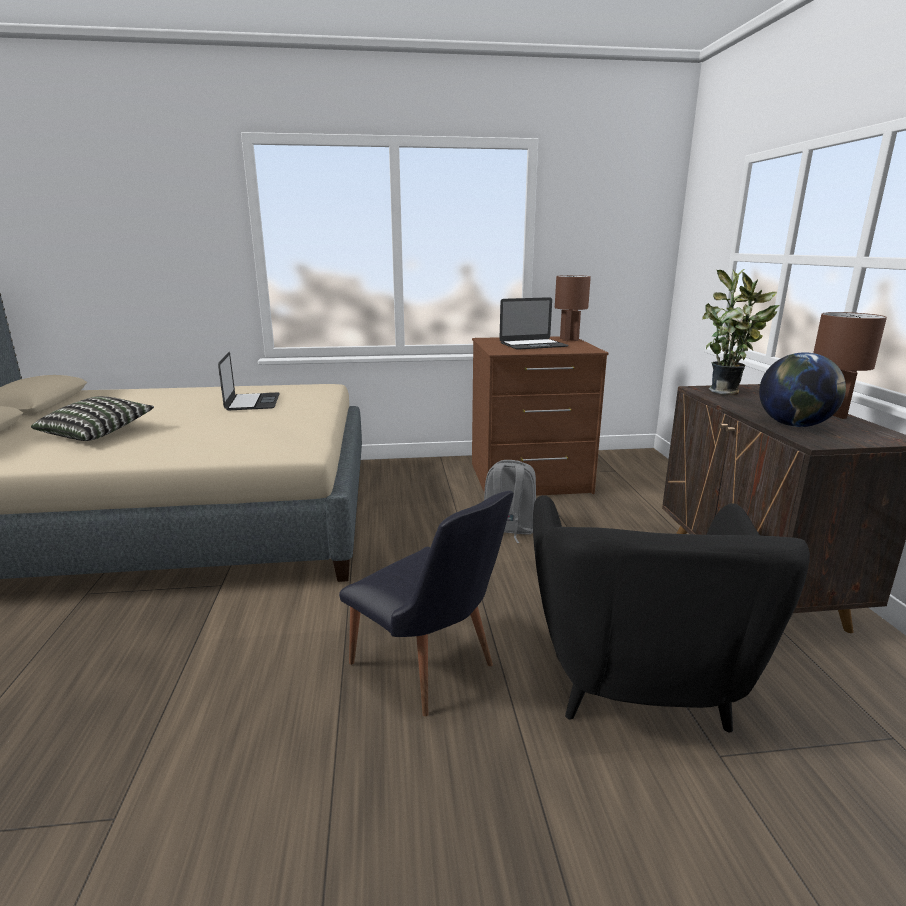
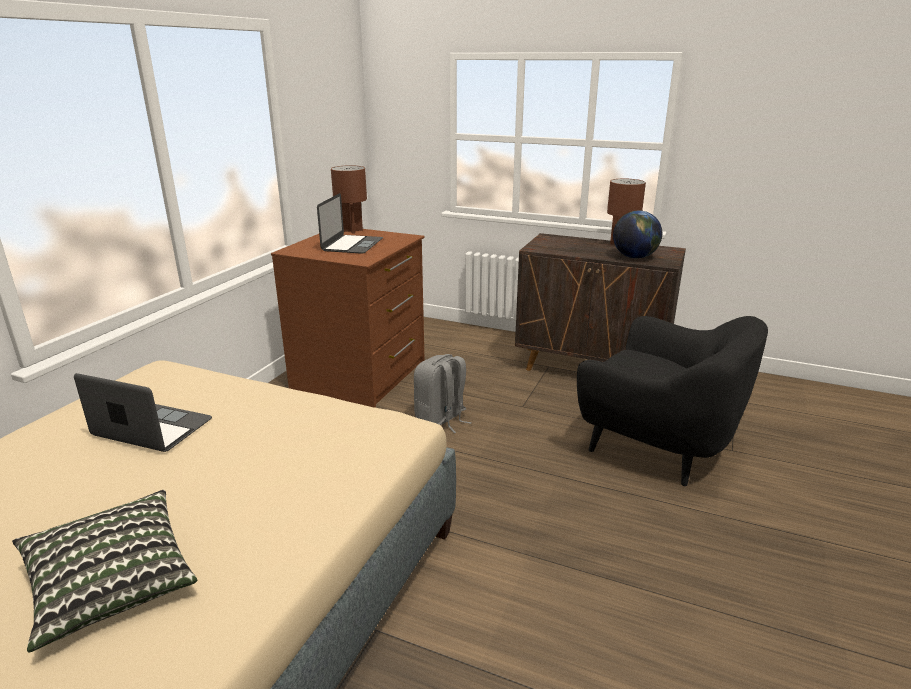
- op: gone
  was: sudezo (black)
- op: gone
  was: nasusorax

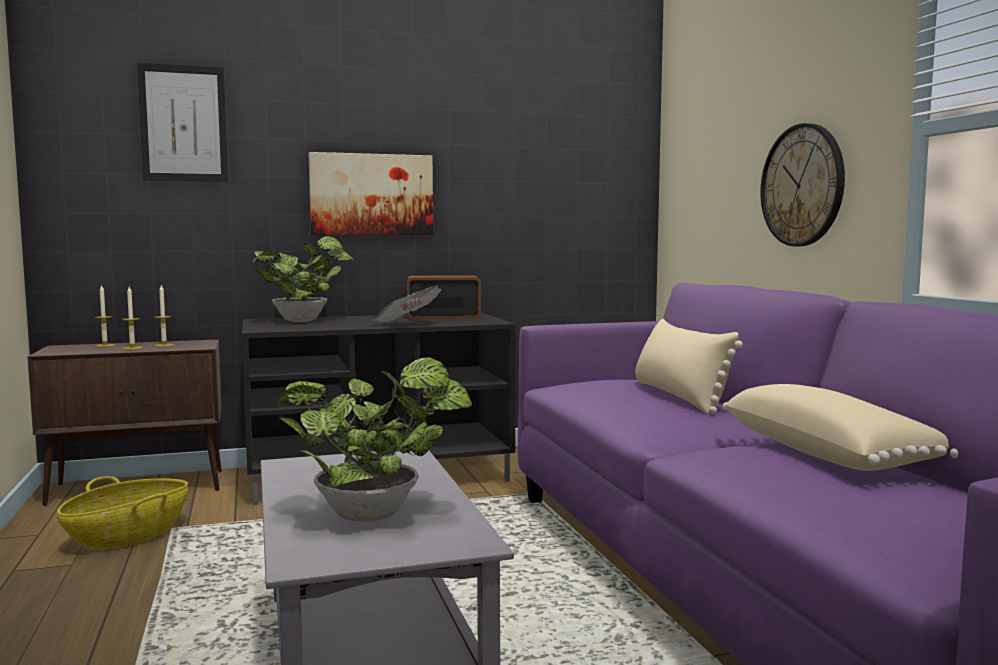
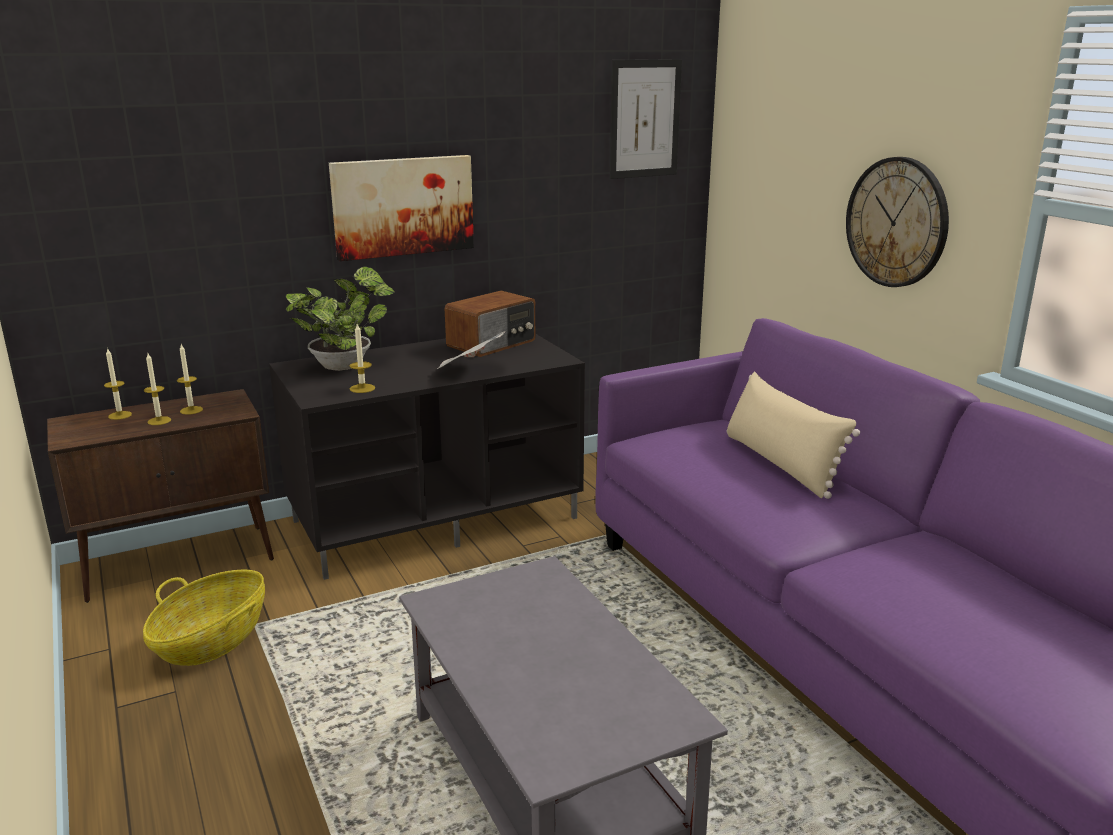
- op: new
  now: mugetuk (no. 4 from left)
- op: rotated
  was: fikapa
  clockwise: 150
- op: shifted
  was: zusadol (no. 1 from left in the first image)
  now: zusadol (no. 2 from left)
- op: gone
  was: nasusorax (no. 2 from left)
- op: gone
  was: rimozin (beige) (no. 2 from left)

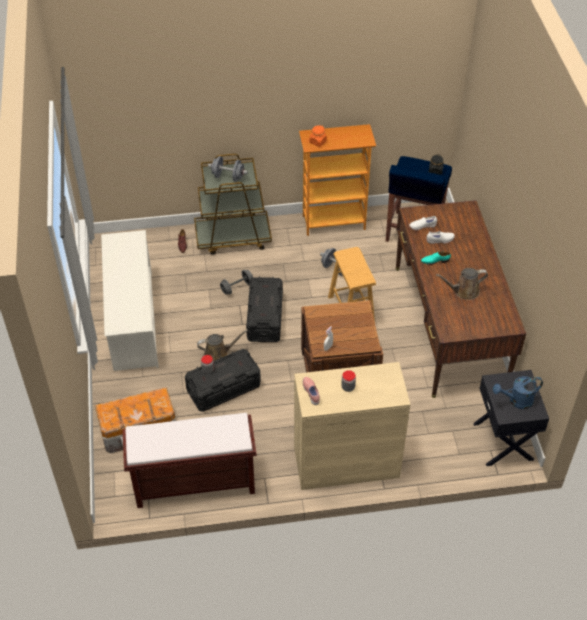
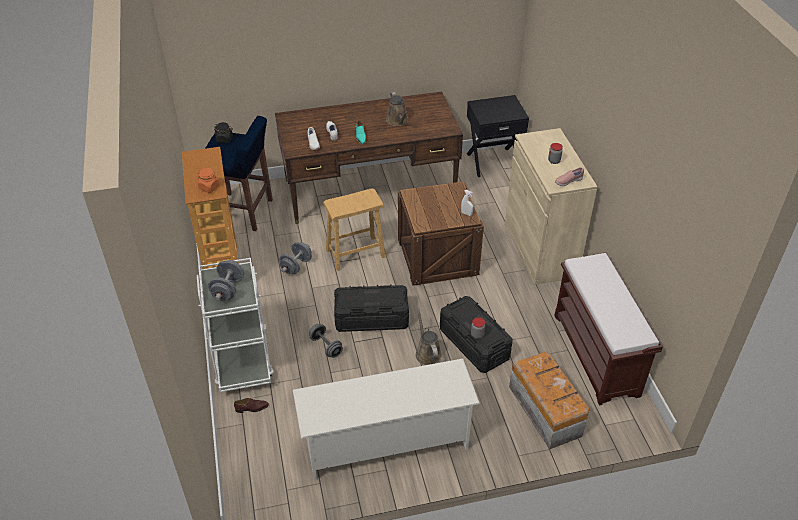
- op: repainted
  was: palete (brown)
  now: palete (white)
- op: gone
  was: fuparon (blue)

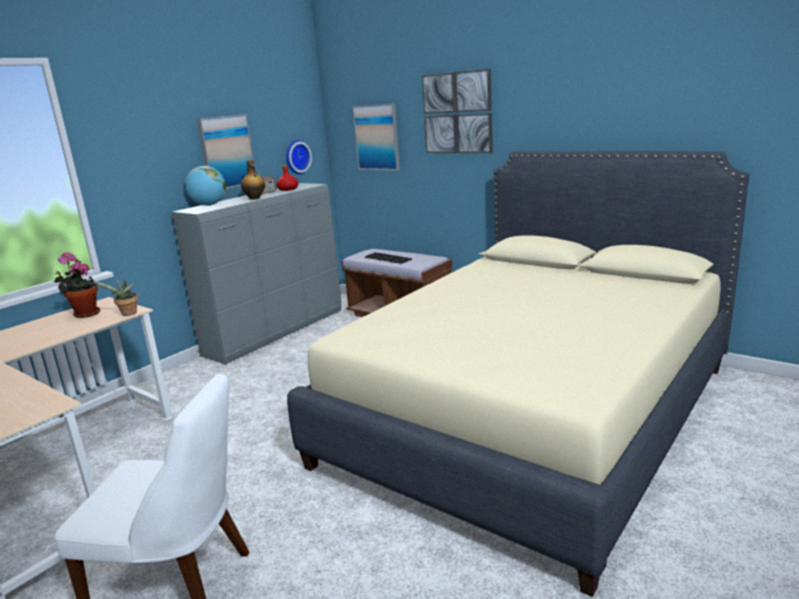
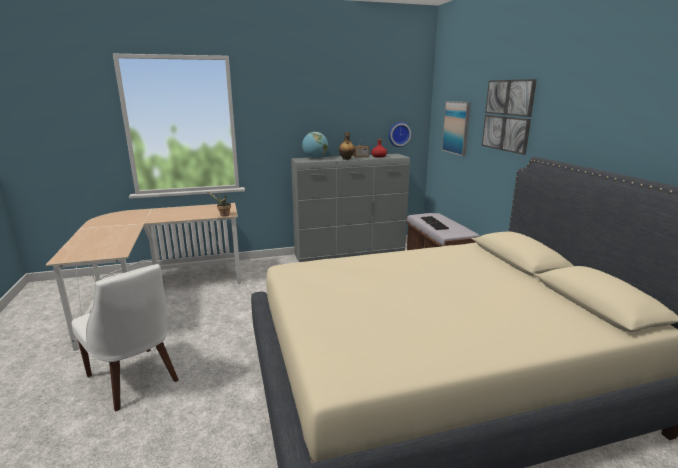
- op: gone
  was: nasusorax (no. 1 from left)
- op: gone
  was: zusadol (no. 1 from left)

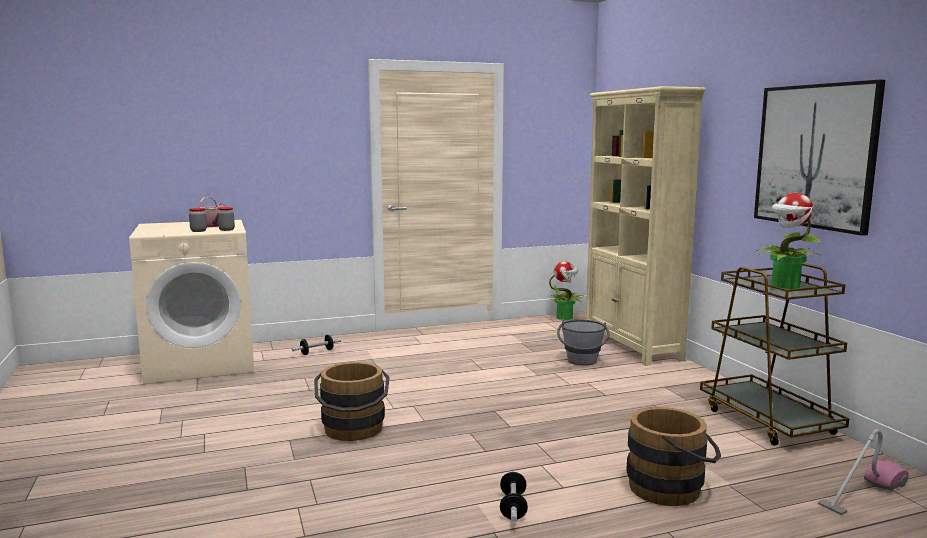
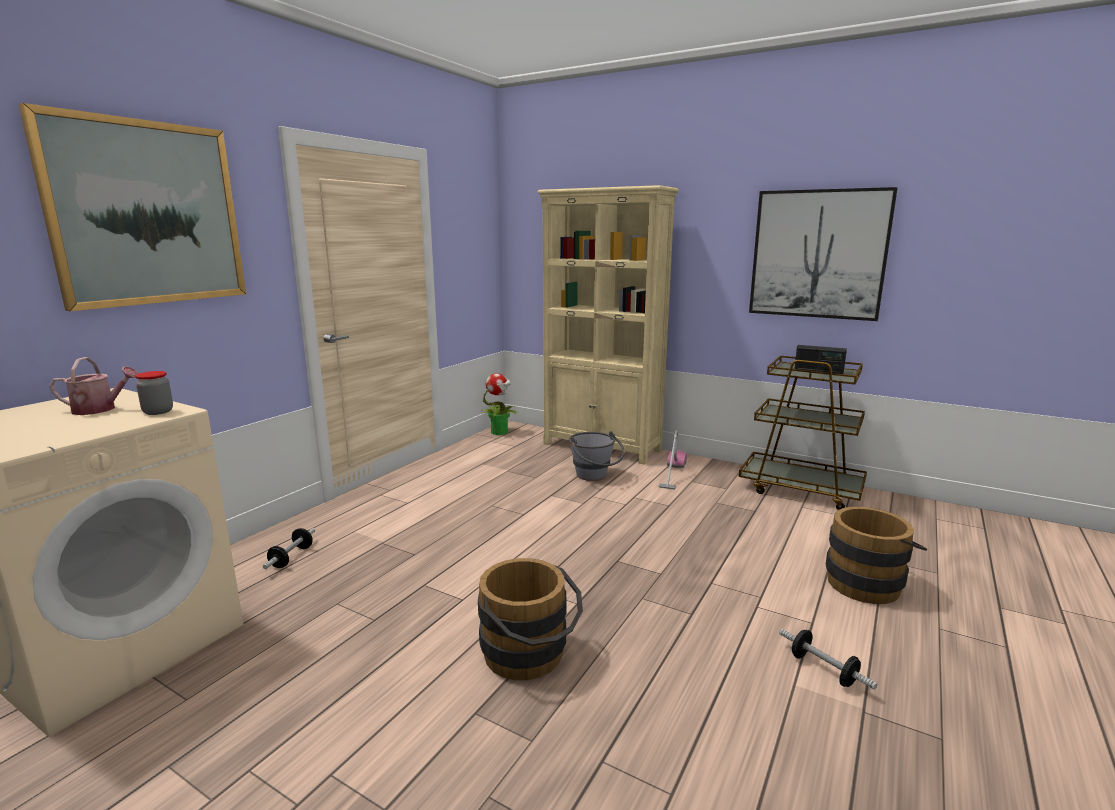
- op: new
  now: zusadol (no. 1 from left)
- op: shifted
  was: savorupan
- op: swapped
  was: nasusorax (no. 2 from left)
  now: fikapa
- op: gone
  was: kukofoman (no. 1 from left)

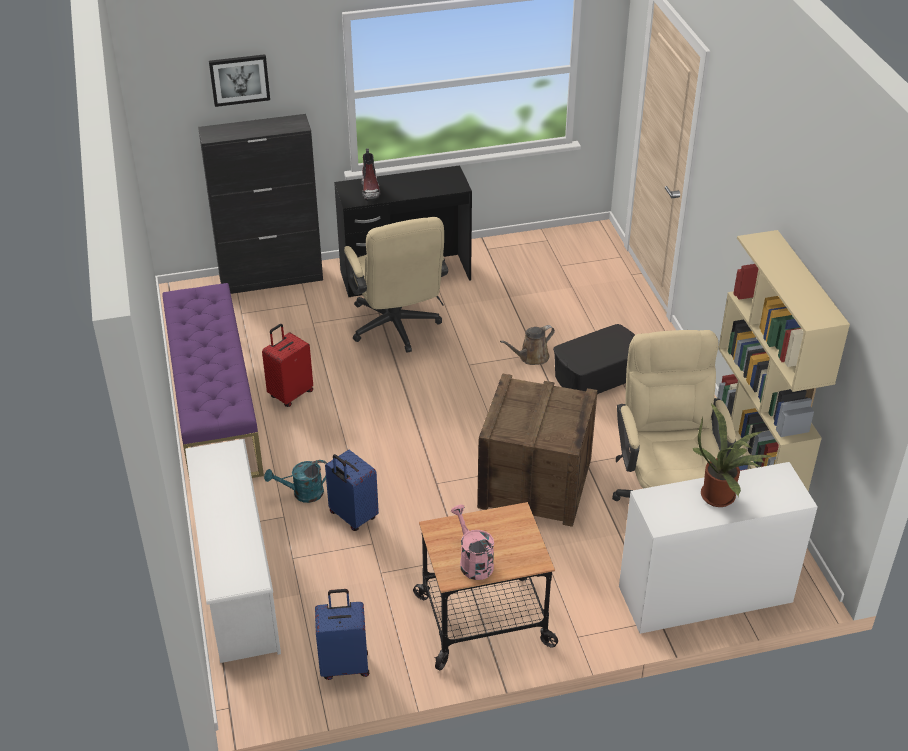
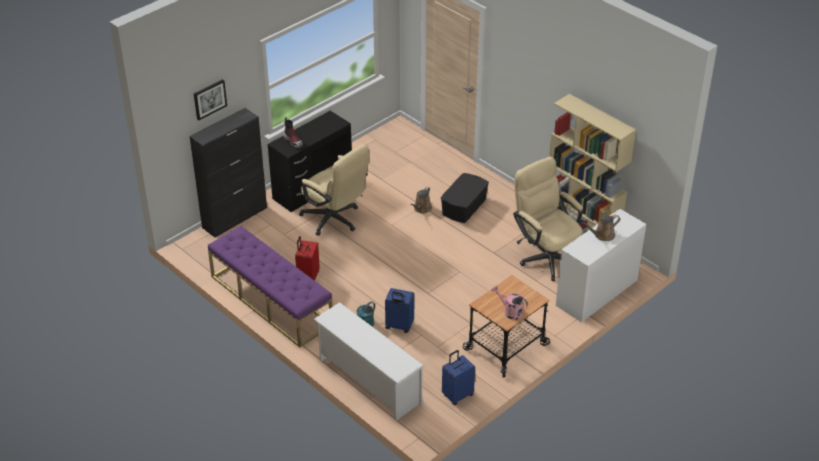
- op: swapped
  was: nasusorax
  now: fuparon (brown) (no. 2 from left)
- op: gone
  was: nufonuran

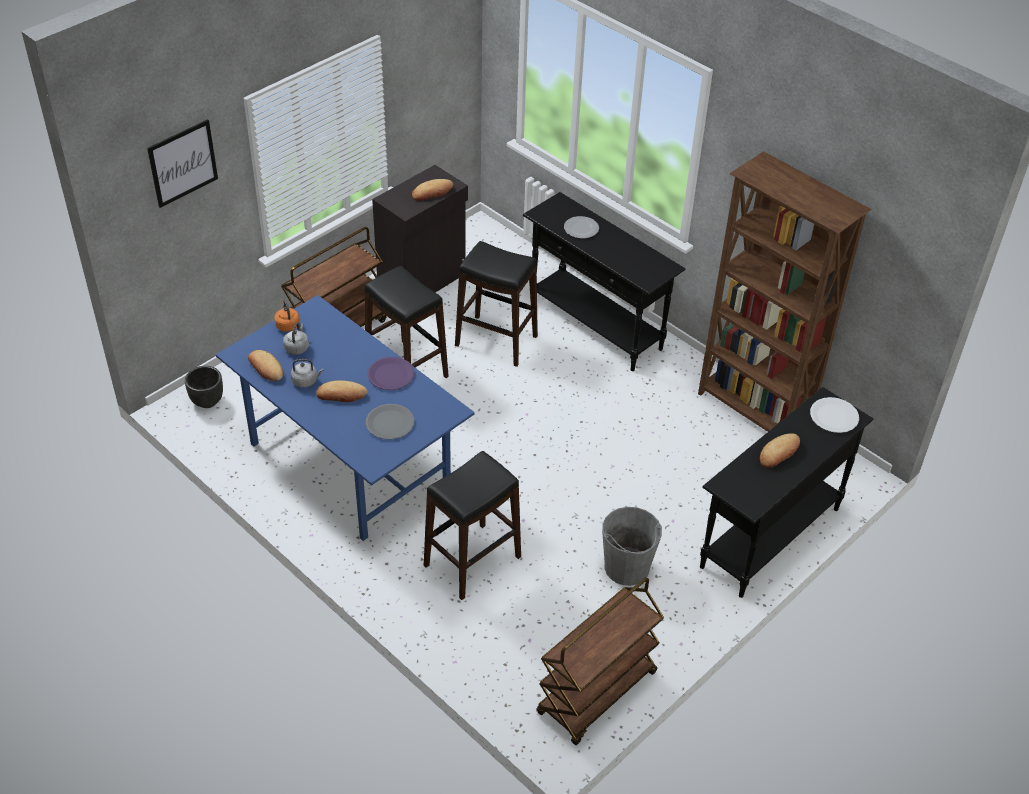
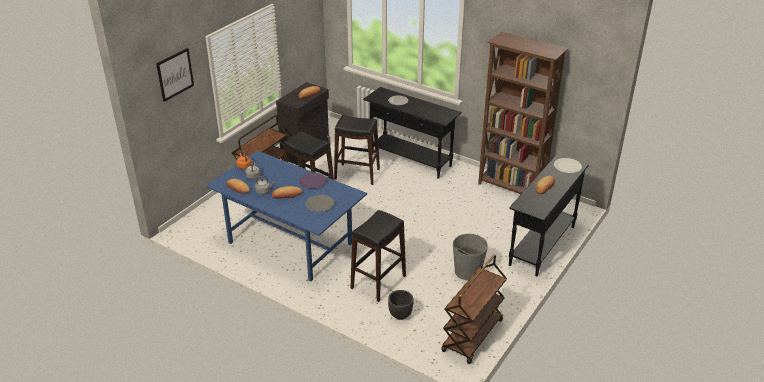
- op: shifted
  was: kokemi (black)

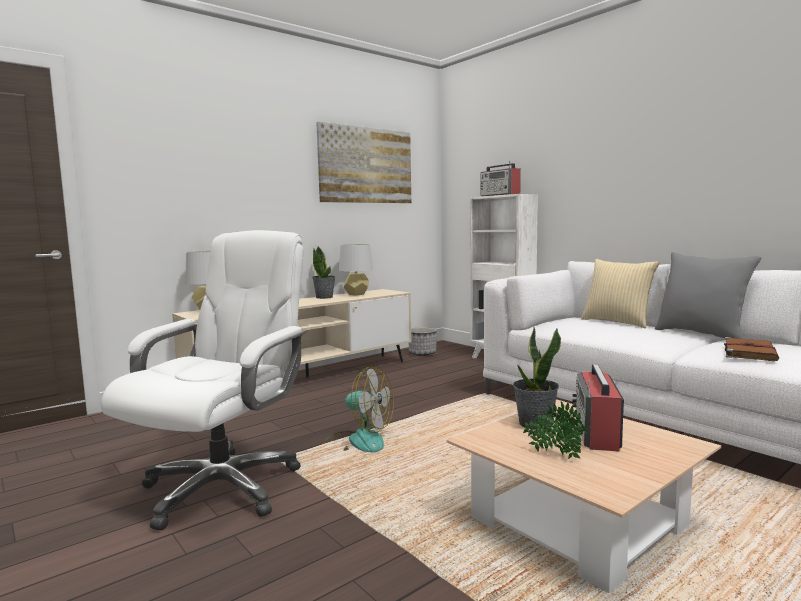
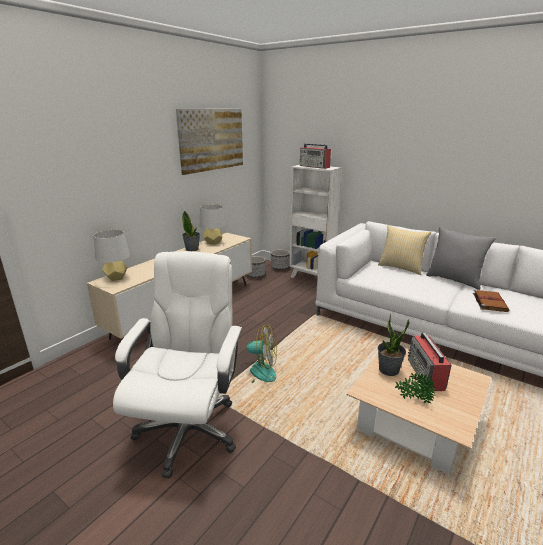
- op: new
  now: kokemi (no. 2 from left)

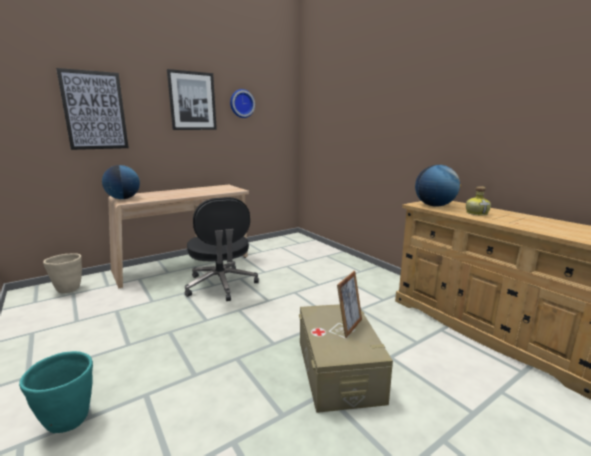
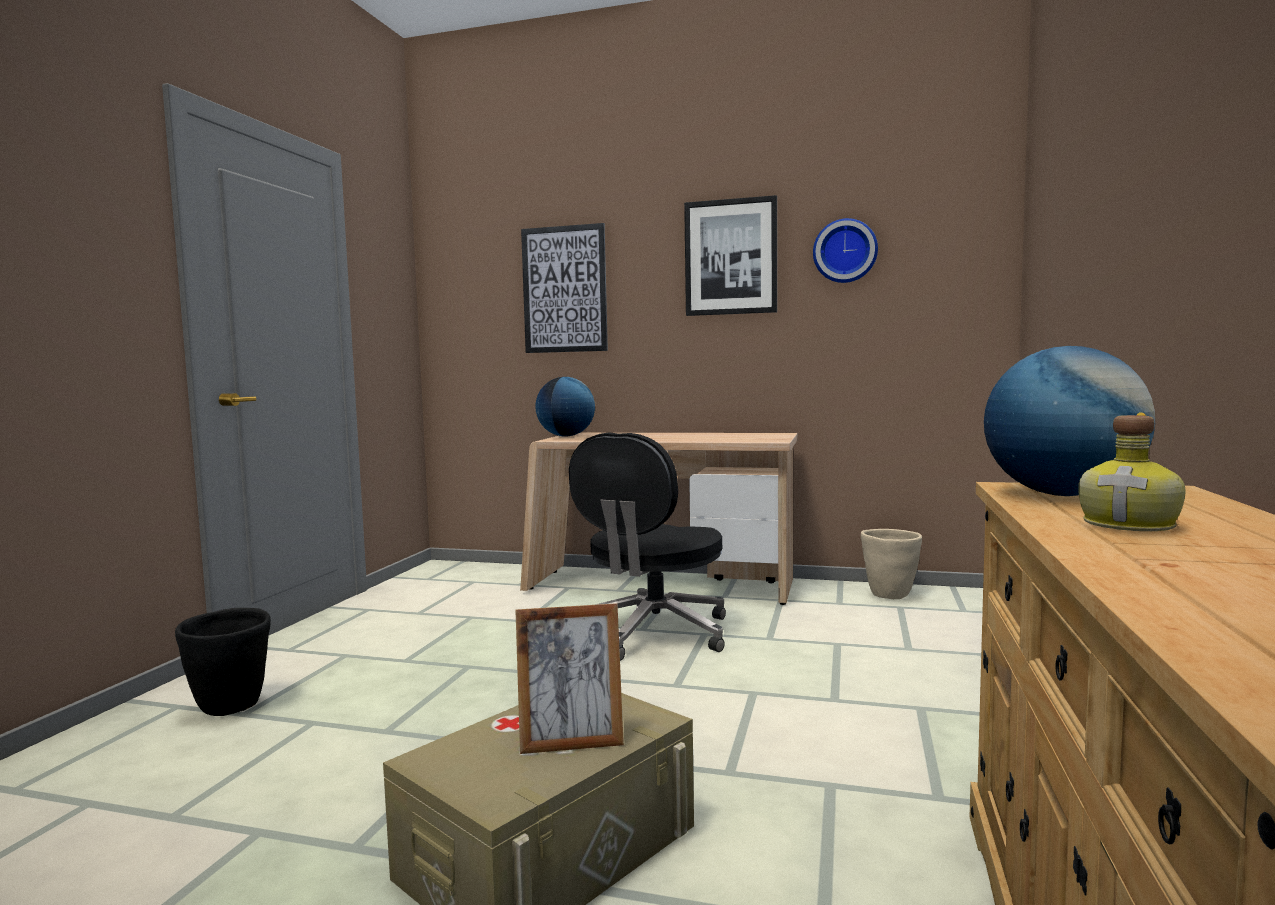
- op: repainted
  was: kokemi (turquoise)
  now: kokemi (black)
- op: shifted
  was: kokemi (beige)

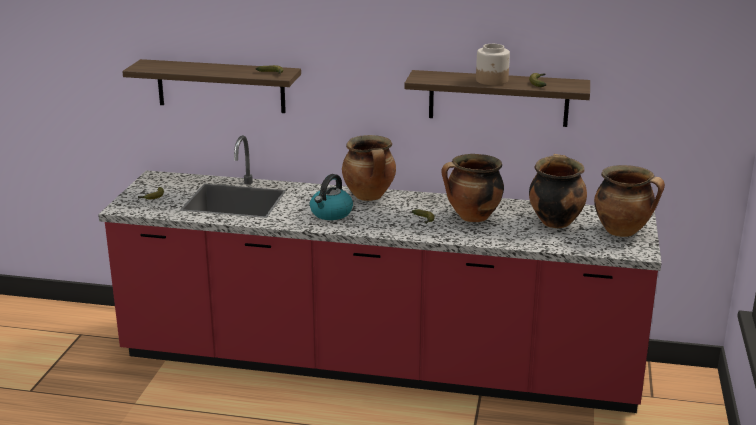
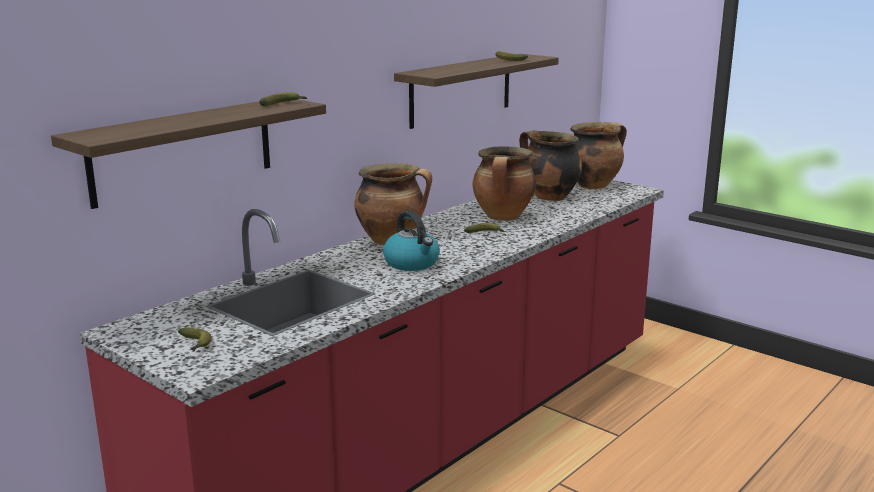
- op: gone
  was: kukofoman

